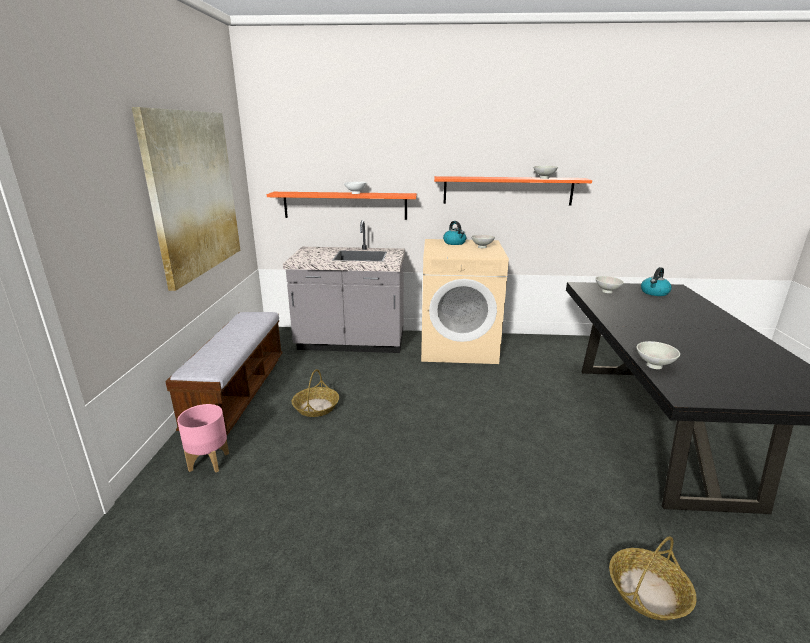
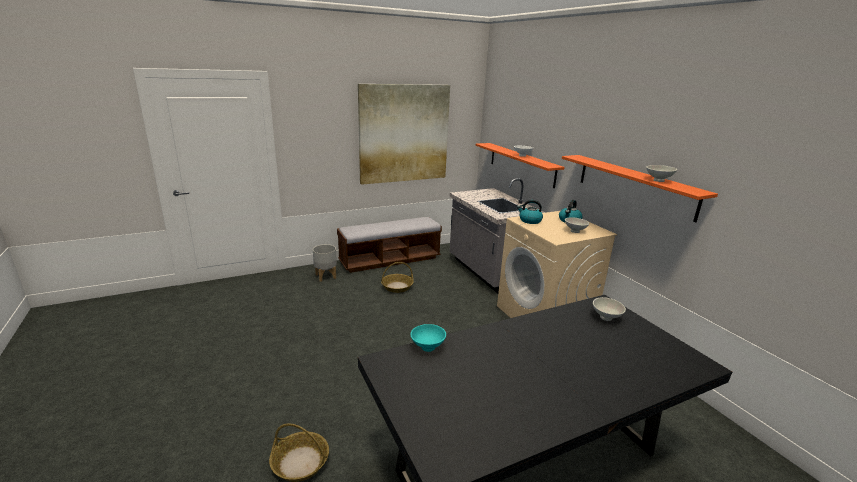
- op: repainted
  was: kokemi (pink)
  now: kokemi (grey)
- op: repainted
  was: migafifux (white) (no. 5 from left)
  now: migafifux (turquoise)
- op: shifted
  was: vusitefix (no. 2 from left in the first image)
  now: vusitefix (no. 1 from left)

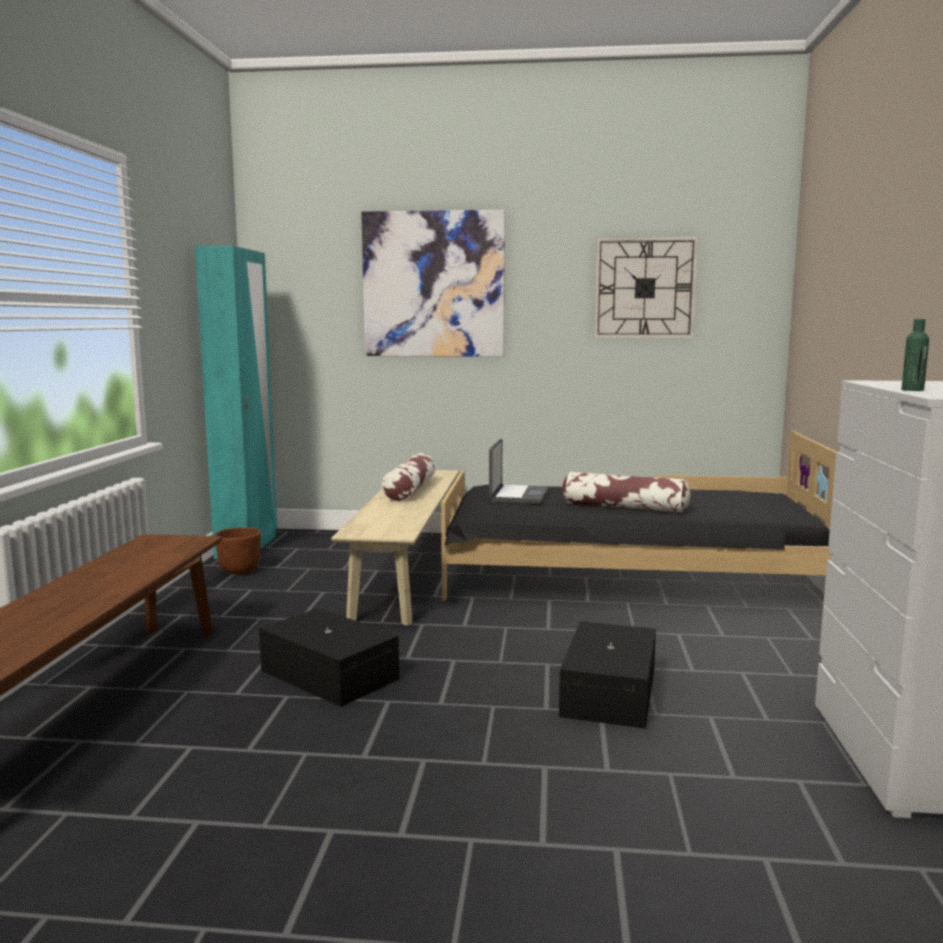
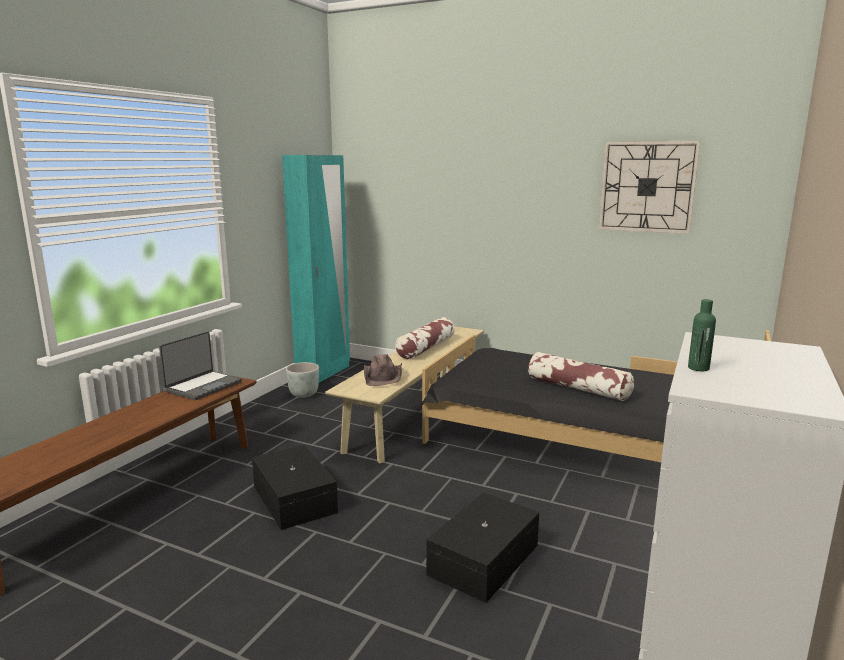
- op: shifted
  was: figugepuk
- op: repainted
  was: kokemi (brown)
  now: kokemi (grey)
- op: new
  now: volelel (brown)
- op: gone
  was: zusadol

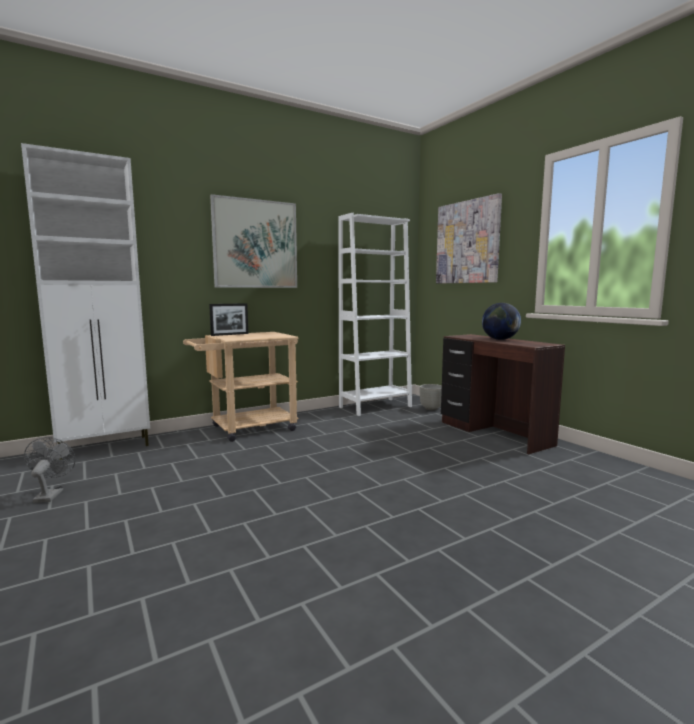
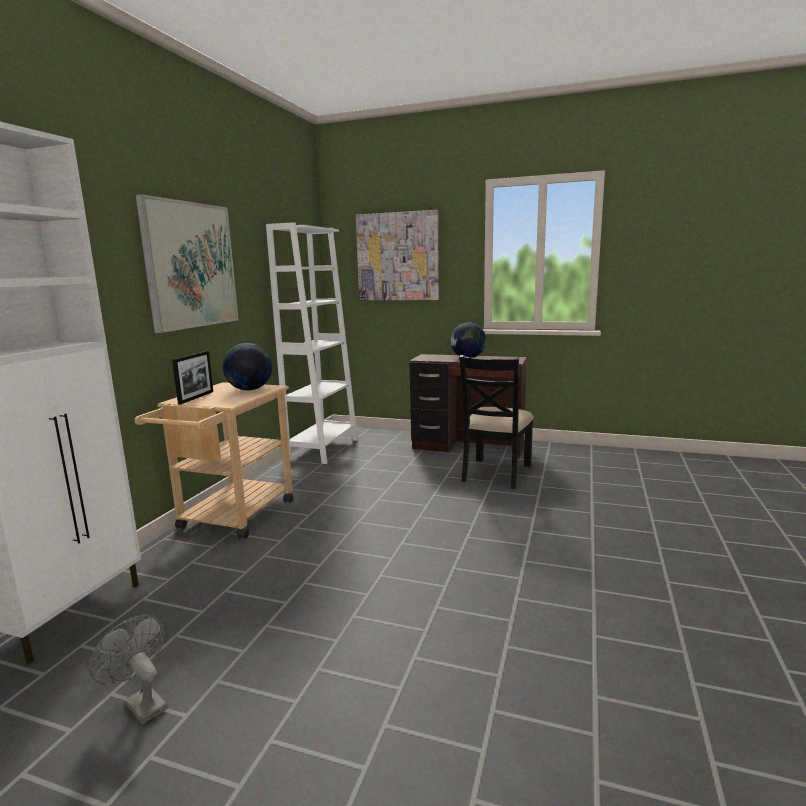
- op: new
  now: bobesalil (no. 1 from left)
- op: new
  now: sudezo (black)
- op: gone
  was: kokemi (grey)

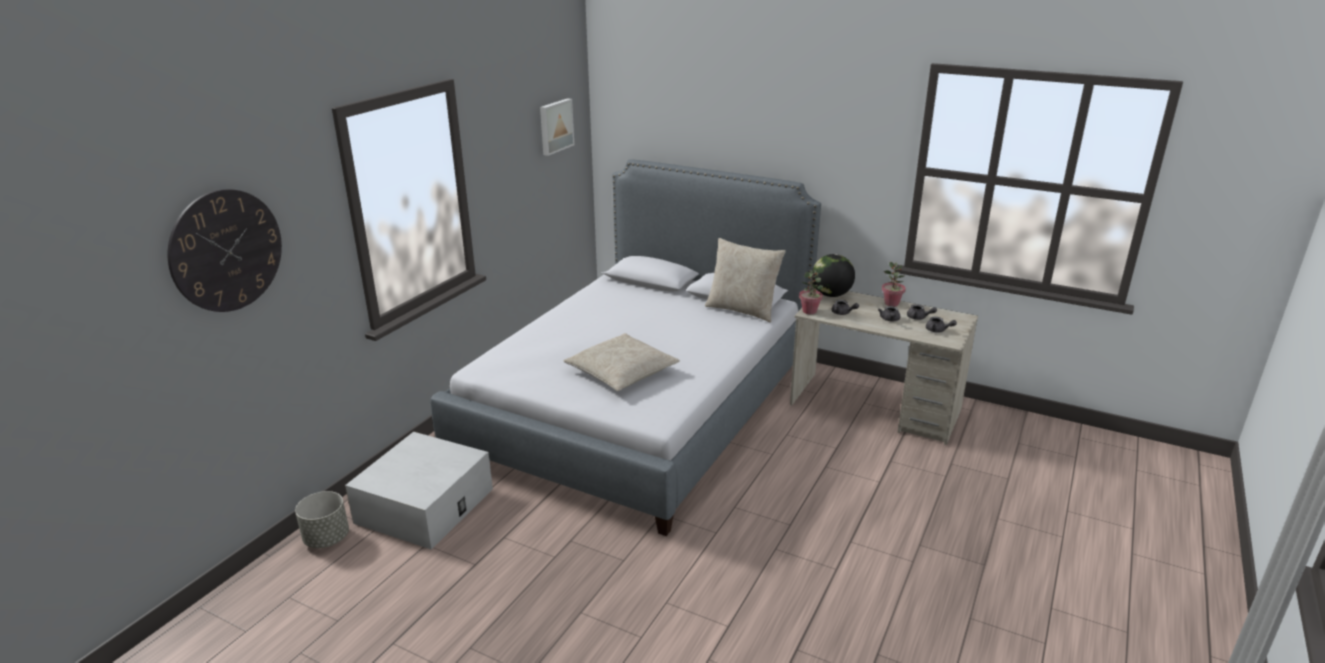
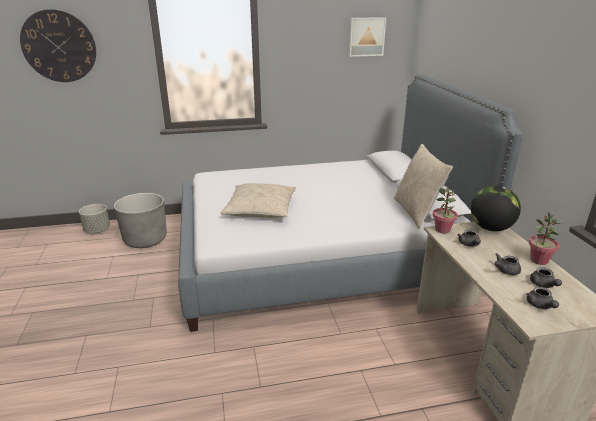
- op: swapped
  was: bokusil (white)
  now: kokemi (grey) (no. 2 from left)

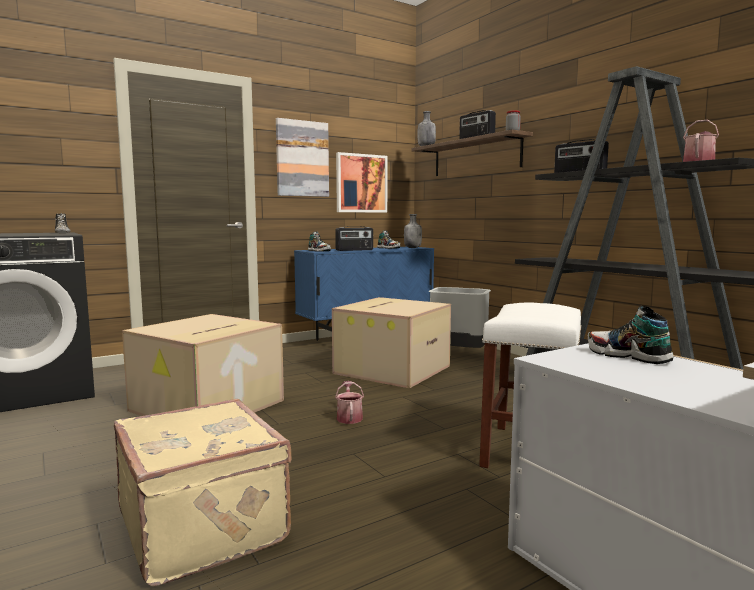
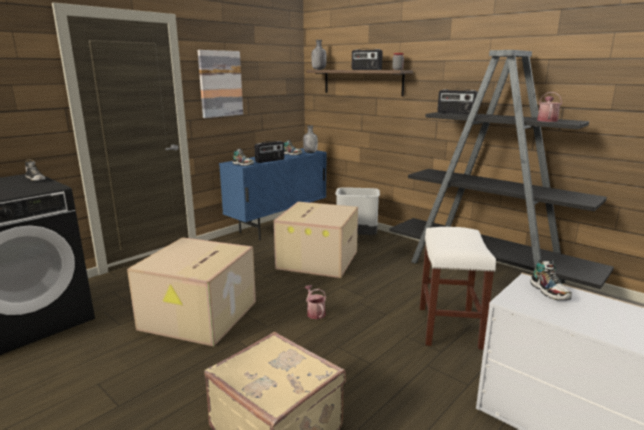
- op: rotated
  was: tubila (no. 4 from left)
  clockwise: -135
- op: gone
  was: zusadol (no. 2 from left)

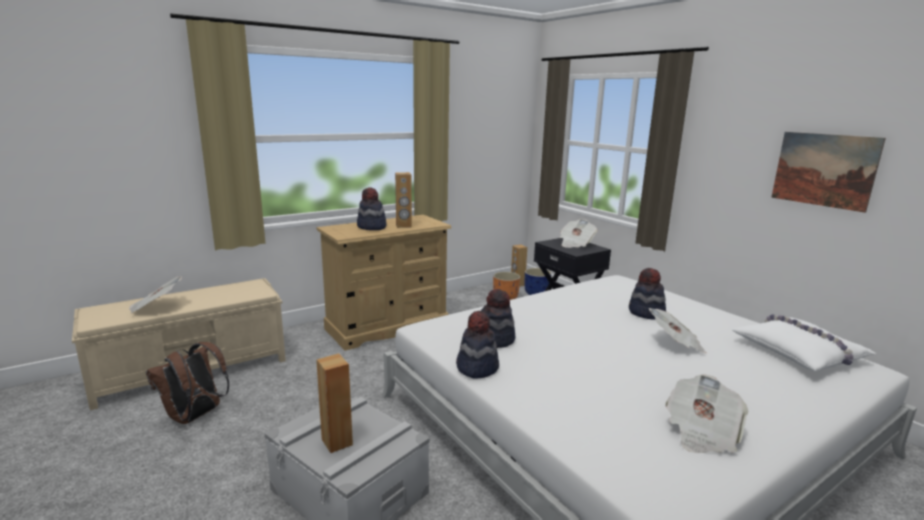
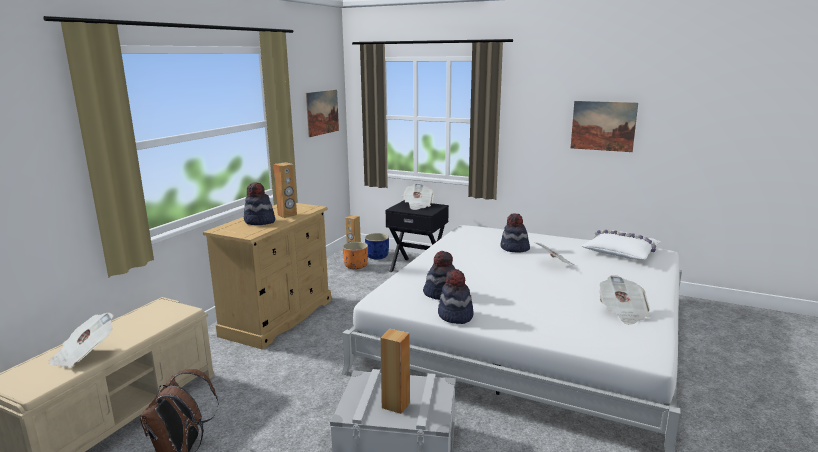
- op: new
  now: zusadol (no. 1 from left)

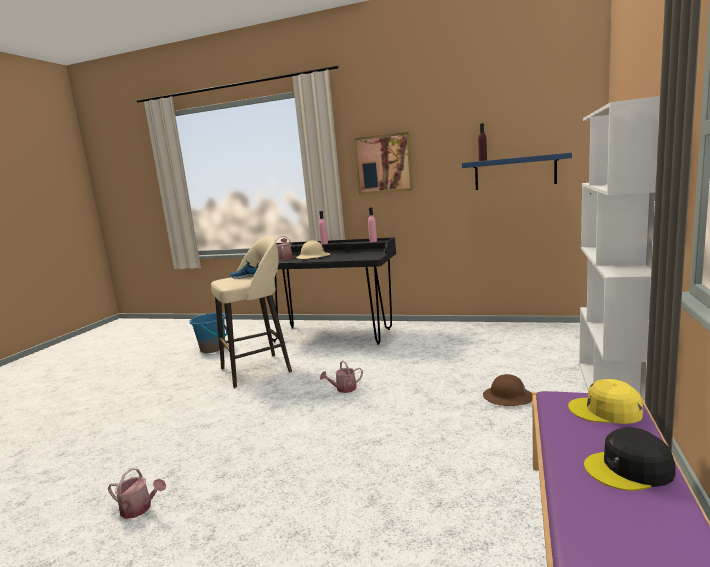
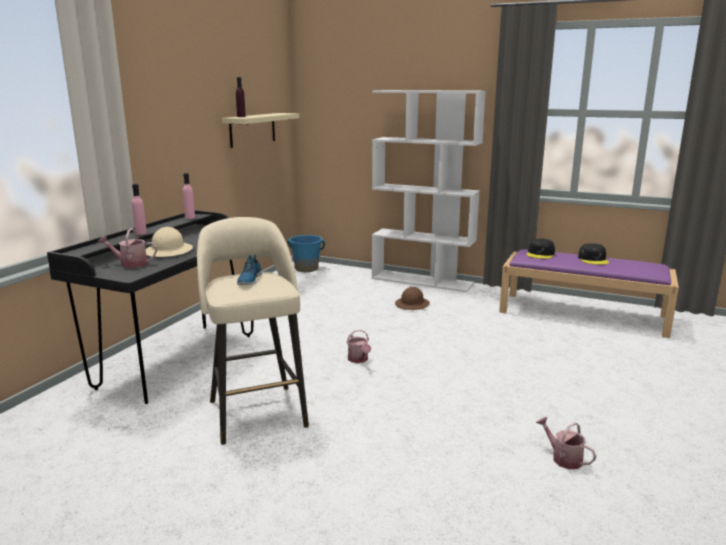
- op: repainted
  was: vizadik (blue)
  now: vizadik (beige)
- op: shifted
  was: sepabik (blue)
- op: repainted
  was: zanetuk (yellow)
  now: zanetuk (black) (no. 1 from left)
- op: rotated
  was: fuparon (no. 1 from left in the first image)
  clockwise: -60
- op: gone
  was: zusadol

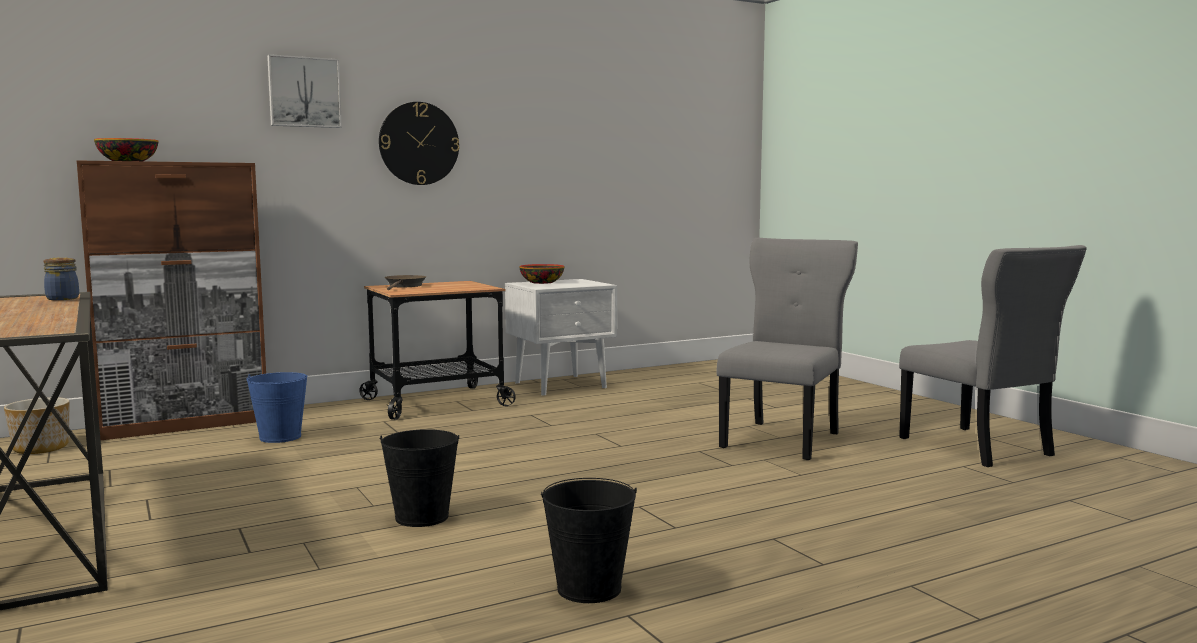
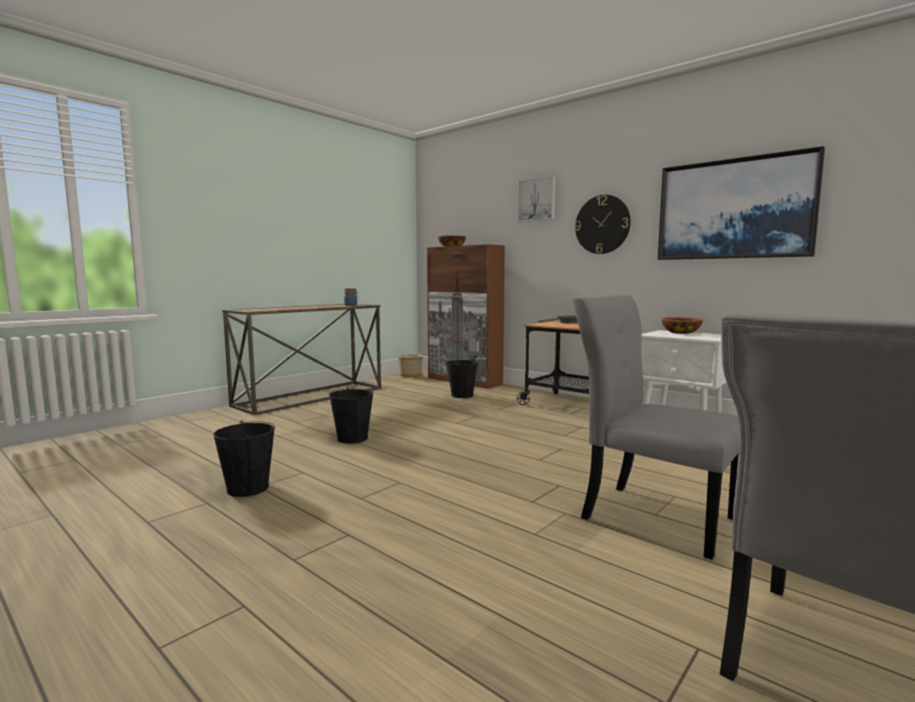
- op: repainted
  was: sepabik (blue)
  now: sepabik (black) (no. 3 from left)
- op: rotated
  was: sudezo (grey) (no. 1 from left)
  clockwise: -150
- op: new
  now: zusadol (no. 2 from left)

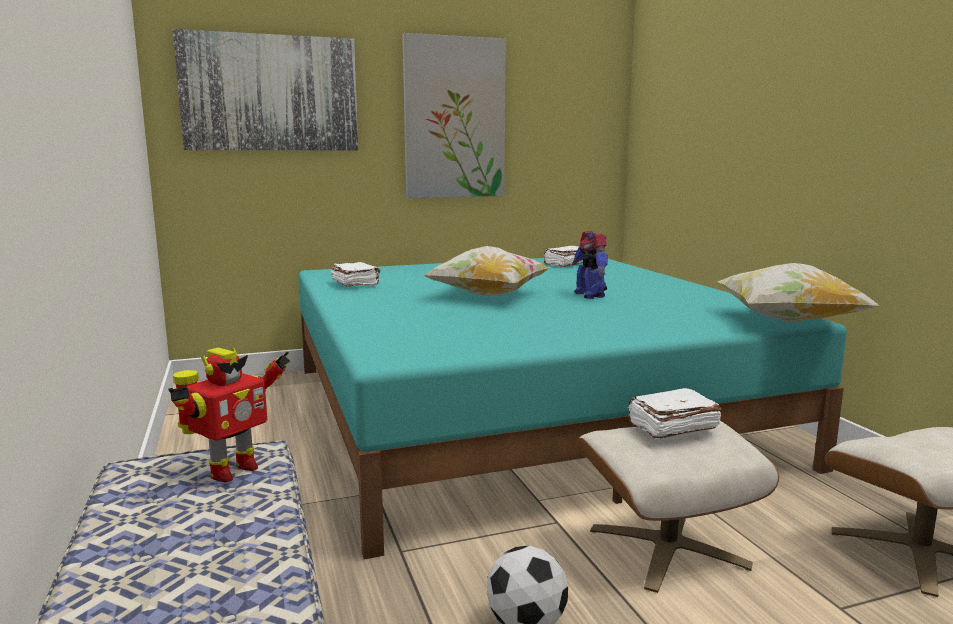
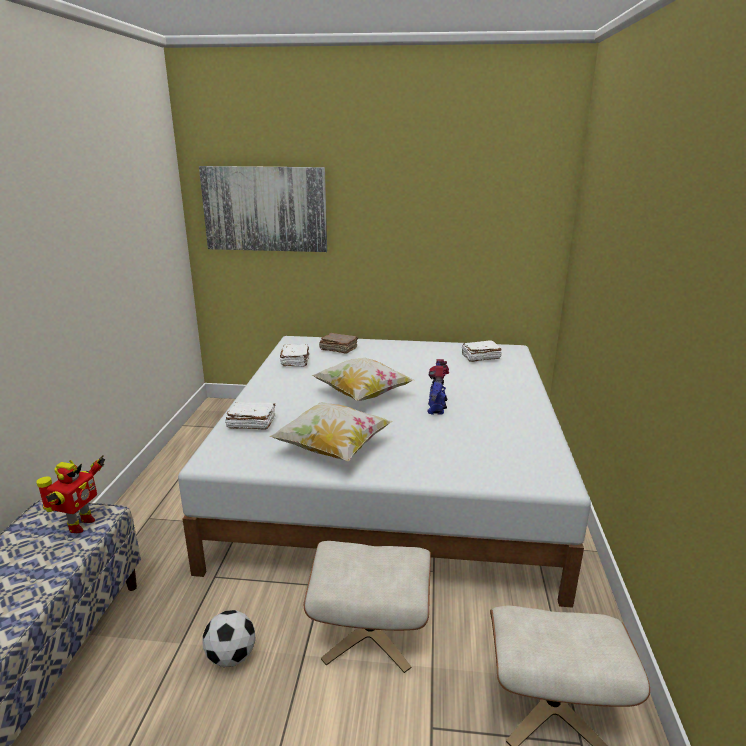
- op: rotated
  was: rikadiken (no. 1 from left)
  clockwise: -45
- op: repainted
  was: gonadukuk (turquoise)
  now: gonadukuk (white)
- op: shifted
  was: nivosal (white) (no. 3 from left in the first image)
  now: nivosal (white) (no. 1 from left)
- op: shifted
  was: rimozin (no. 2 from left in the first image)
  now: rimozin (no. 1 from left)
- op: new
  now: nivosal (brown)
- op: gone
  was: zusadol (no. 2 from left)

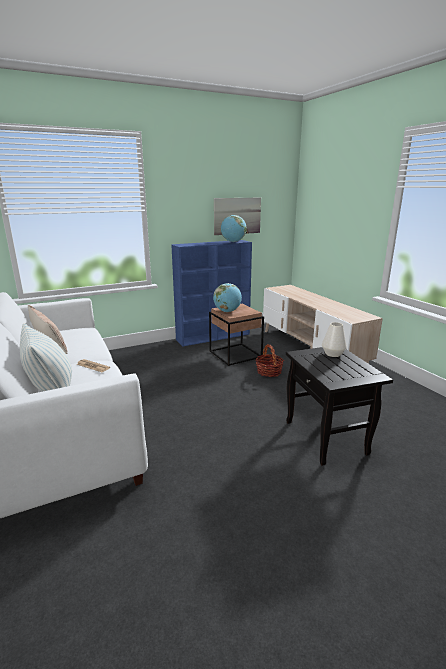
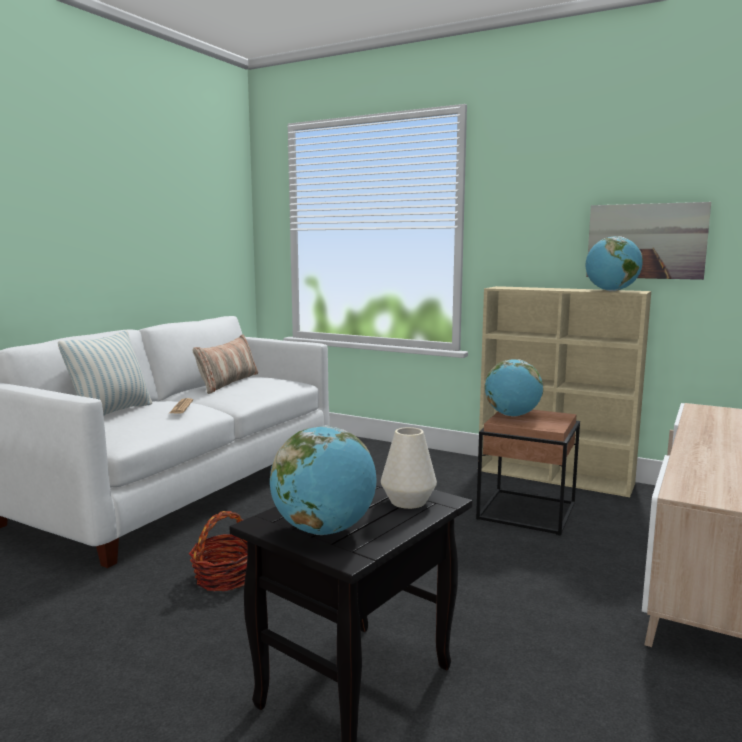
- op: shifted
  was: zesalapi
- op: new
  now: bobesalil (no. 1 from left)
- op: repainted
  was: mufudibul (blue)
  now: mufudibul (beige)

